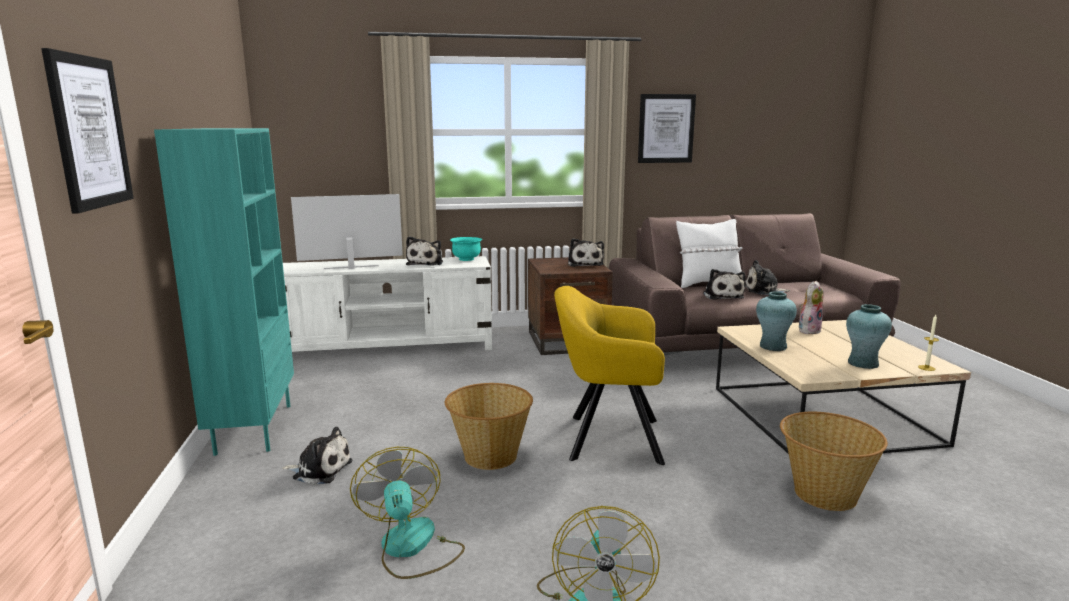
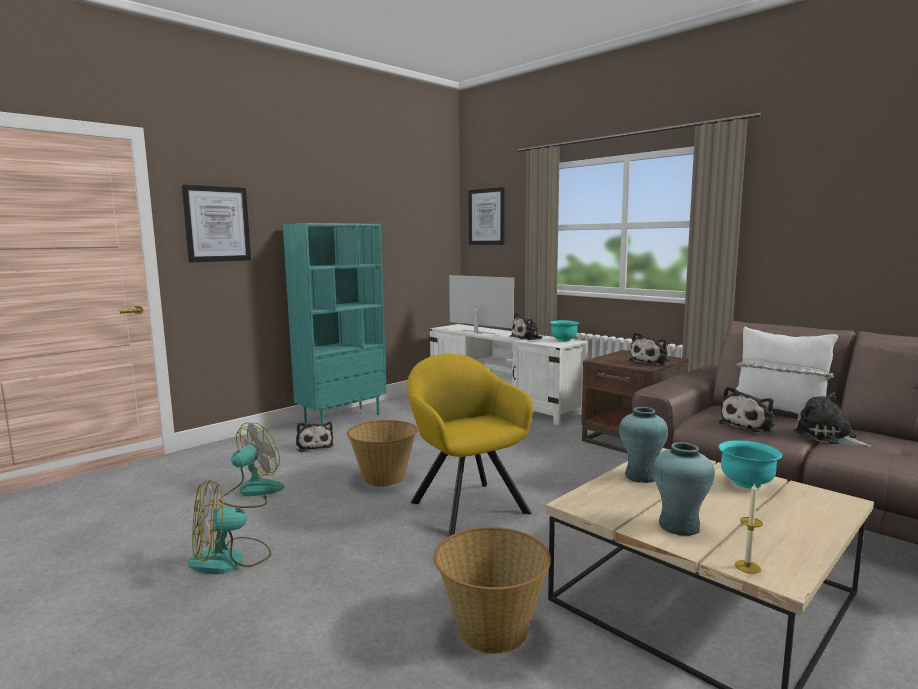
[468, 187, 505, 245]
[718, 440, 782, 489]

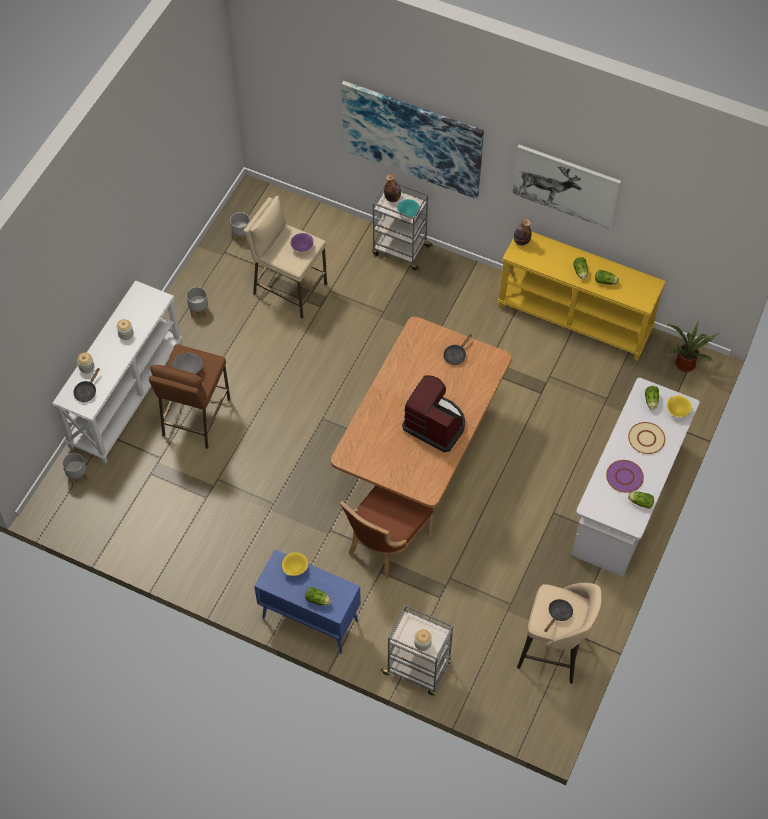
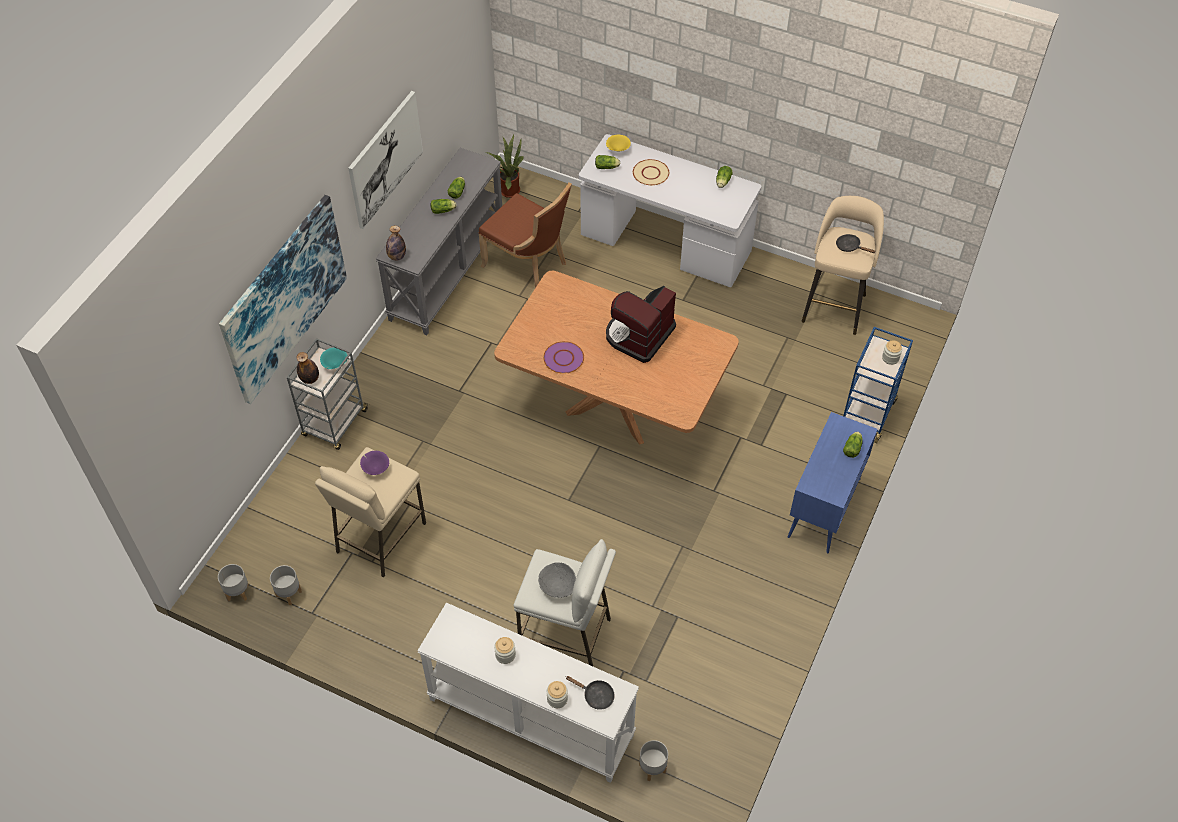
[513, 539, 616, 666]
[218, 564, 249, 601]
[282, 552, 308, 576] (first image)
[479, 182, 572, 288]
[843, 327, 913, 443]
[443, 334, 472, 365] (first image)
[376, 148, 502, 335]
[543, 341, 584, 374]

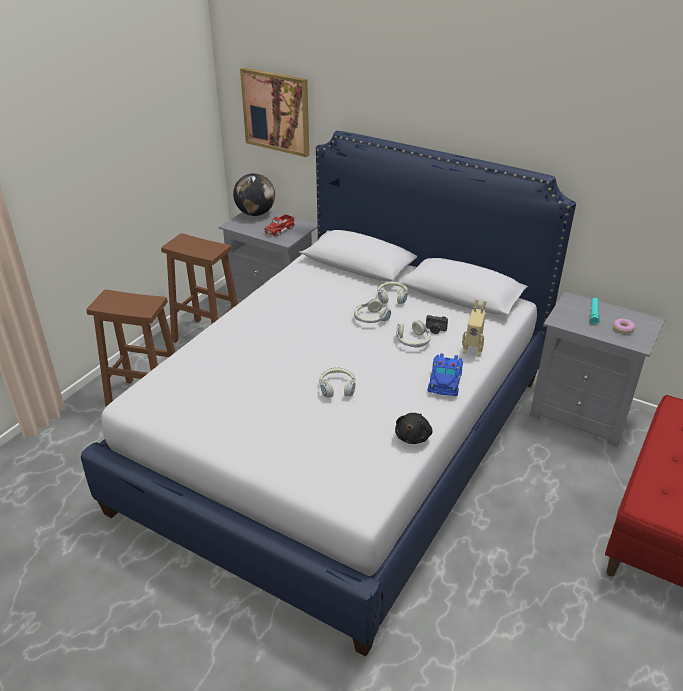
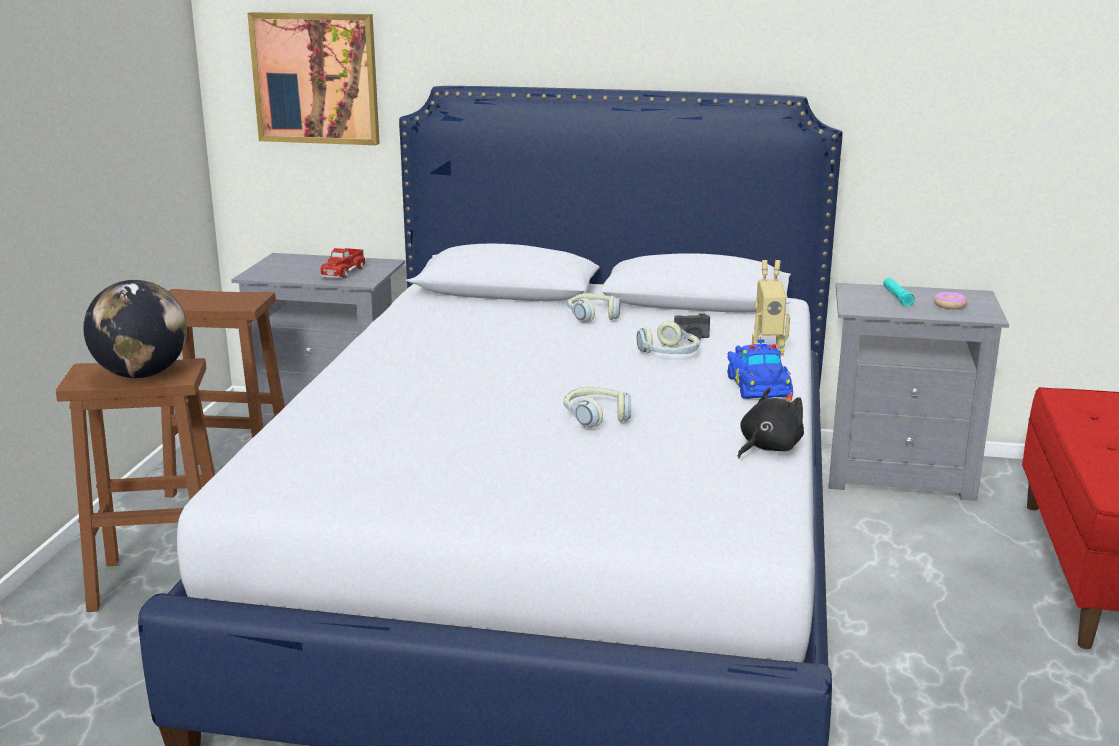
[83, 280, 187, 378]
[354, 299, 391, 323] (first image)
[738, 387, 804, 458]

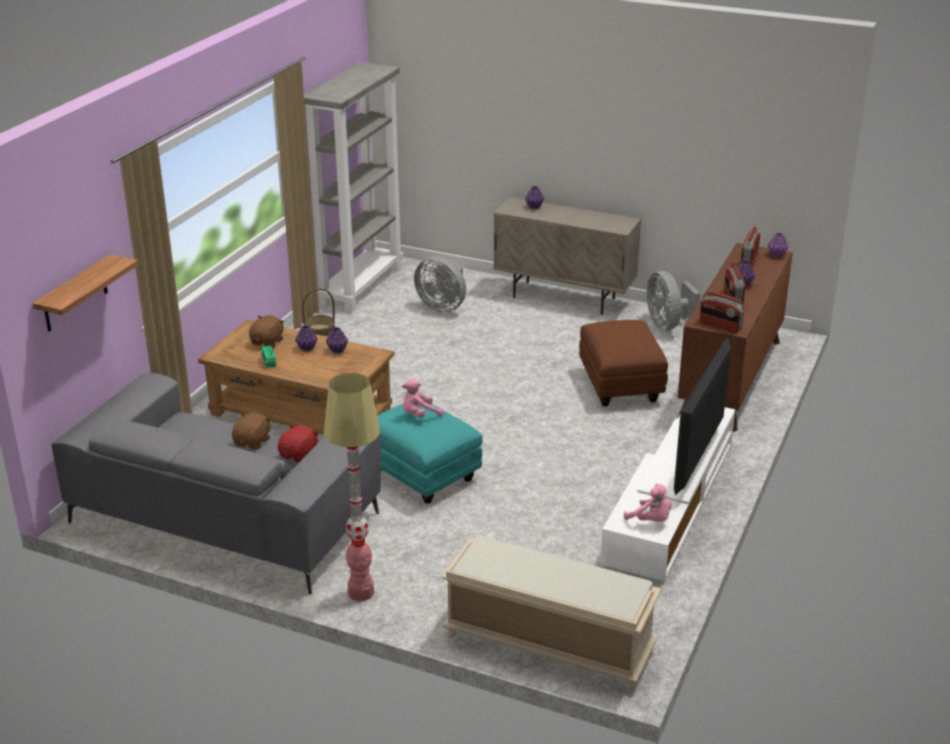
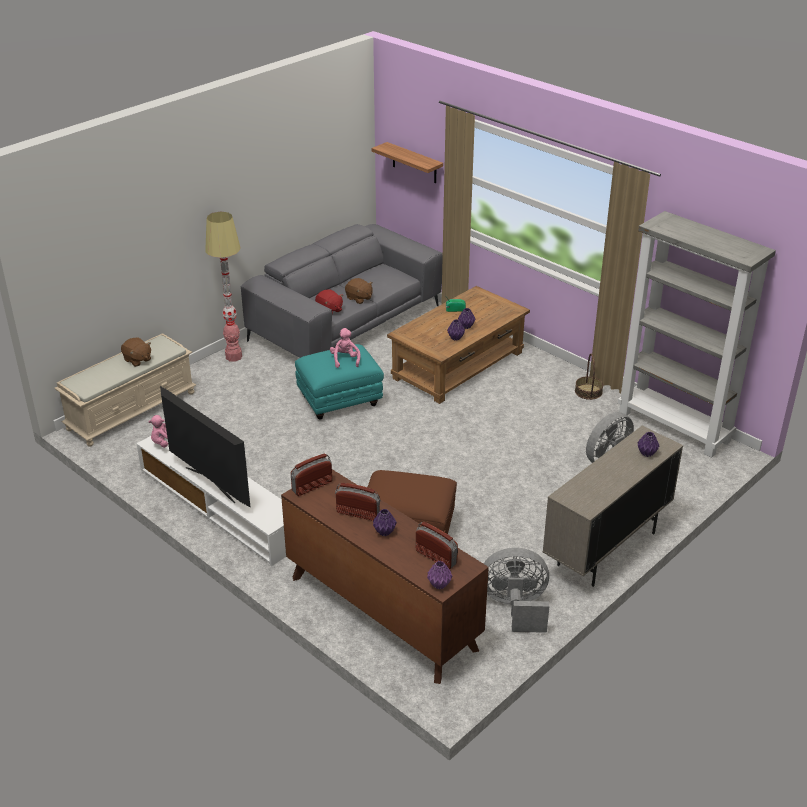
[121, 337, 151, 367]

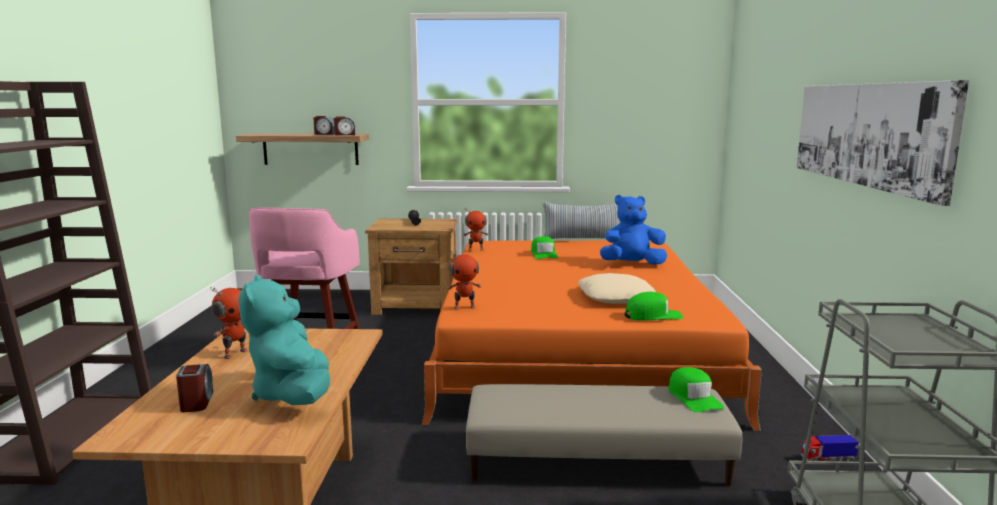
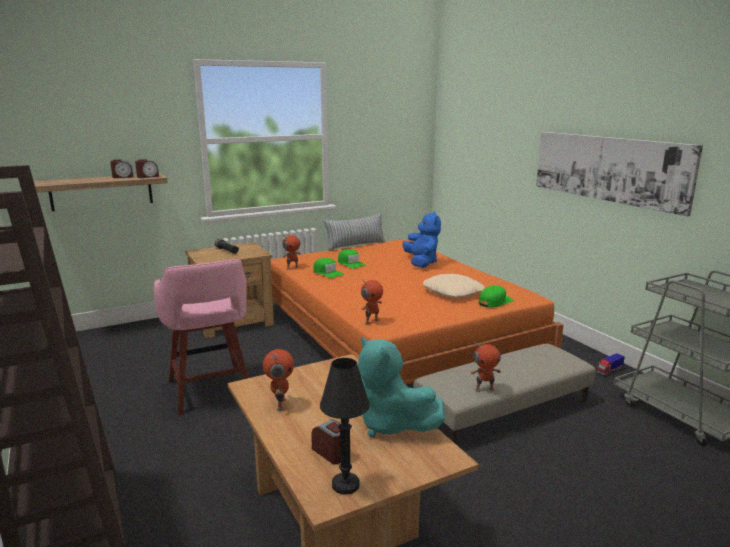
[403, 211, 441, 268]
[313, 258, 344, 278]
[320, 358, 370, 495]
[471, 342, 501, 392]

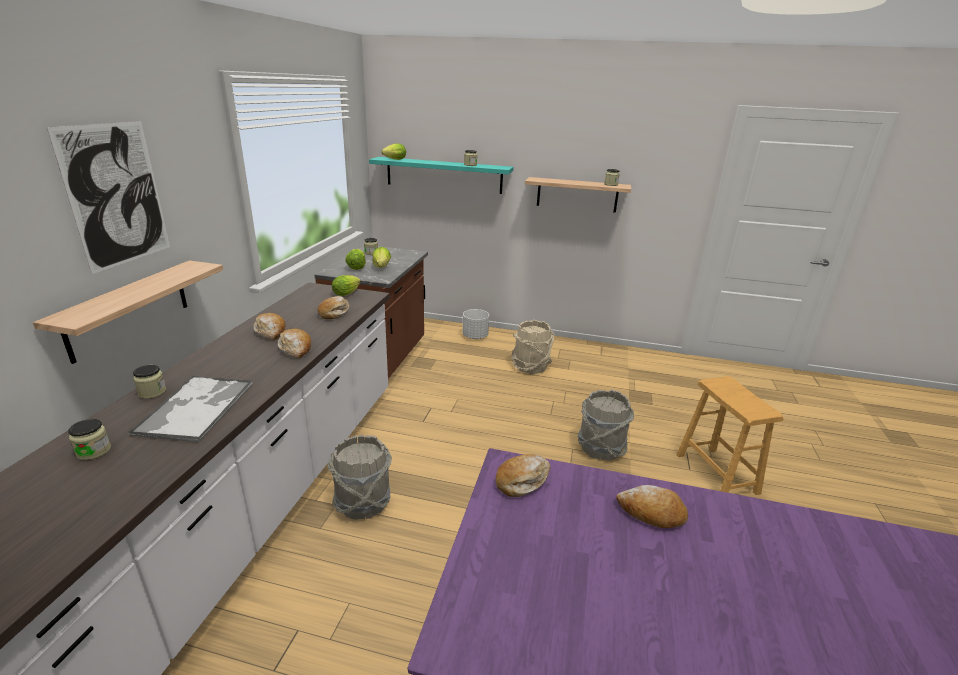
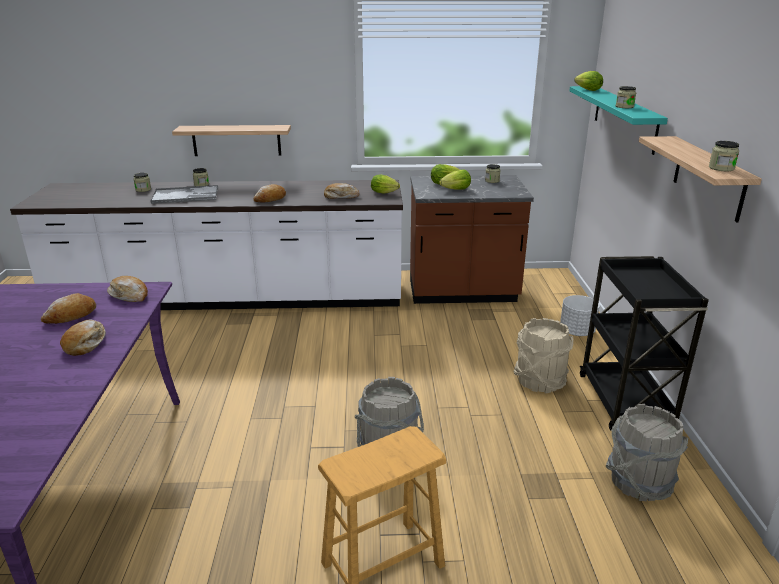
[47, 121, 170, 274] (first image)
[41, 293, 96, 324]
[606, 404, 688, 501]
[580, 256, 709, 430]

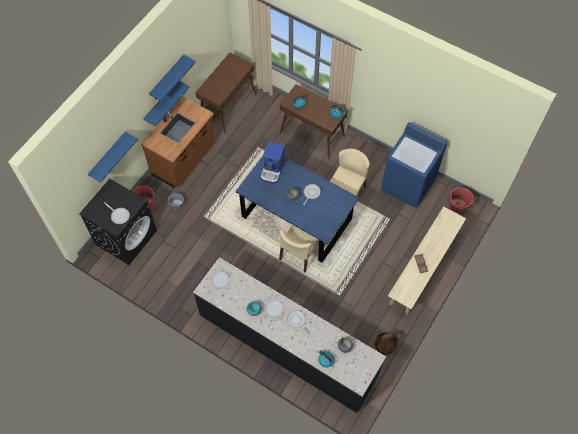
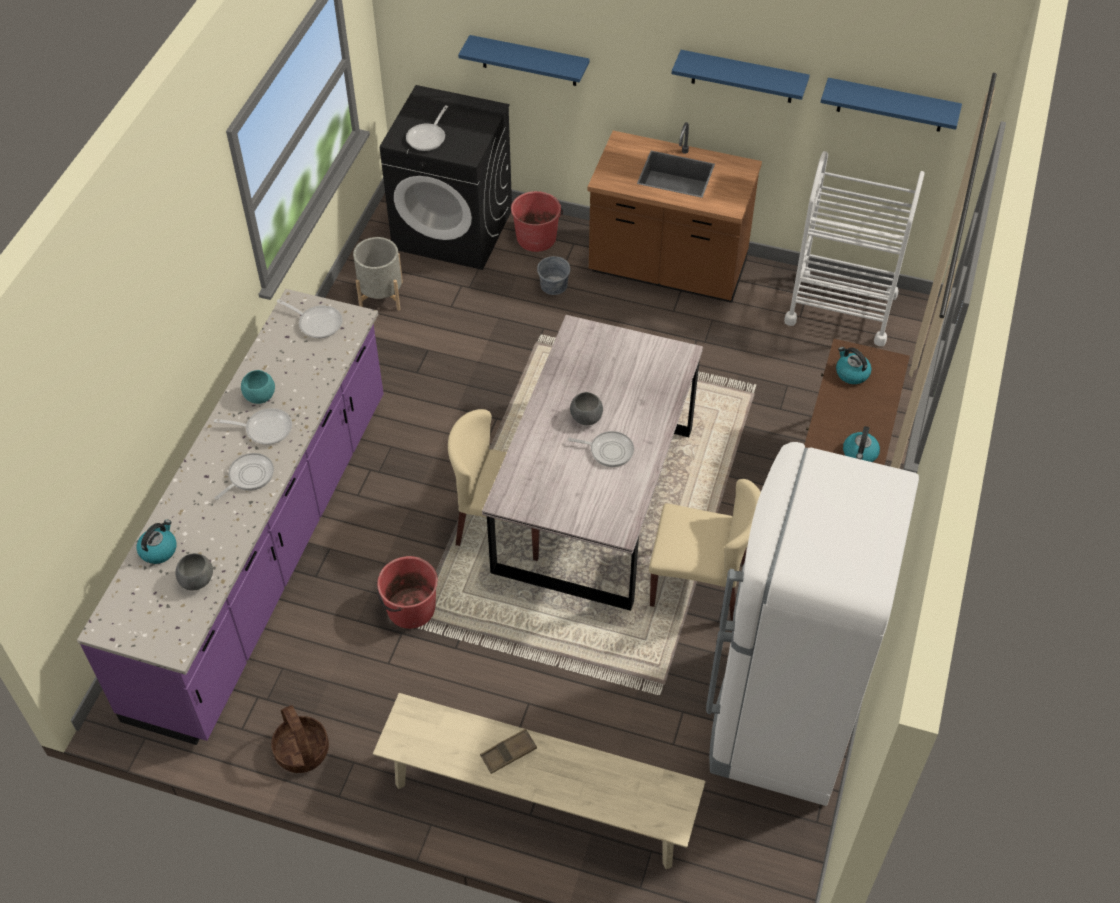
[820, 78, 962, 132]
[77, 289, 384, 745]
[784, 151, 925, 346]
[482, 315, 703, 611]
[260, 141, 285, 184] (first image)
[706, 442, 919, 806]
[377, 556, 438, 629]
[353, 237, 403, 310]

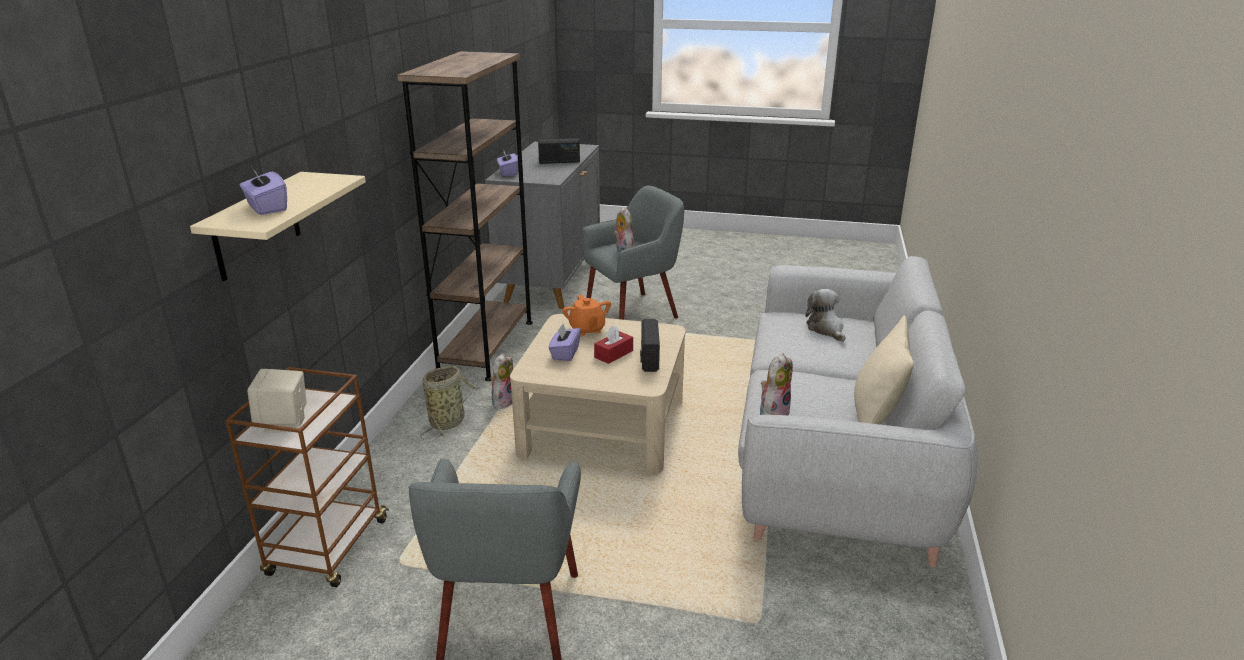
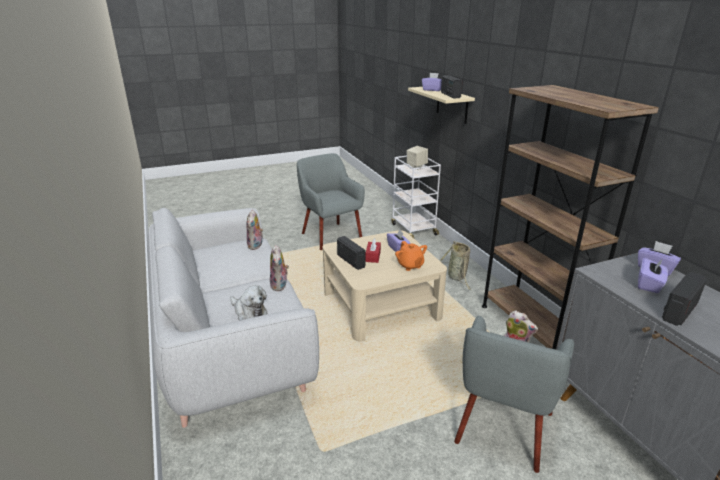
[391, 156, 441, 238]
[270, 245, 289, 291]
[395, 241, 427, 271]
[854, 315, 914, 424] (first image)
[441, 75, 463, 98]
[638, 258, 668, 293]

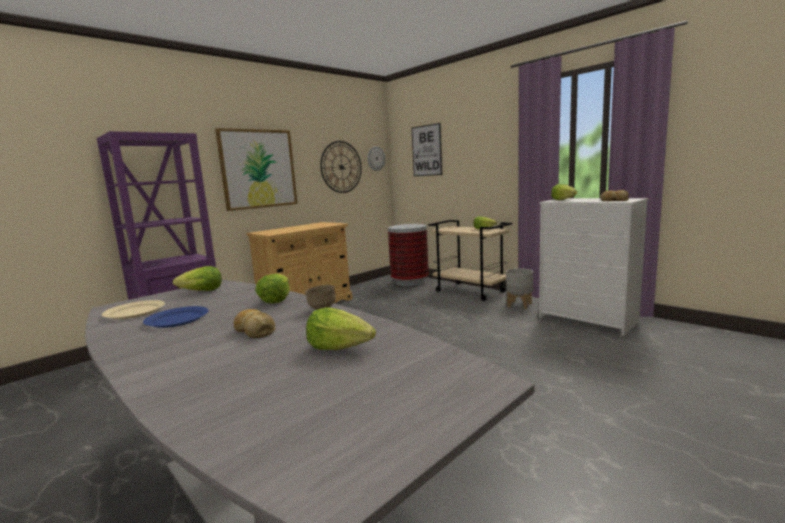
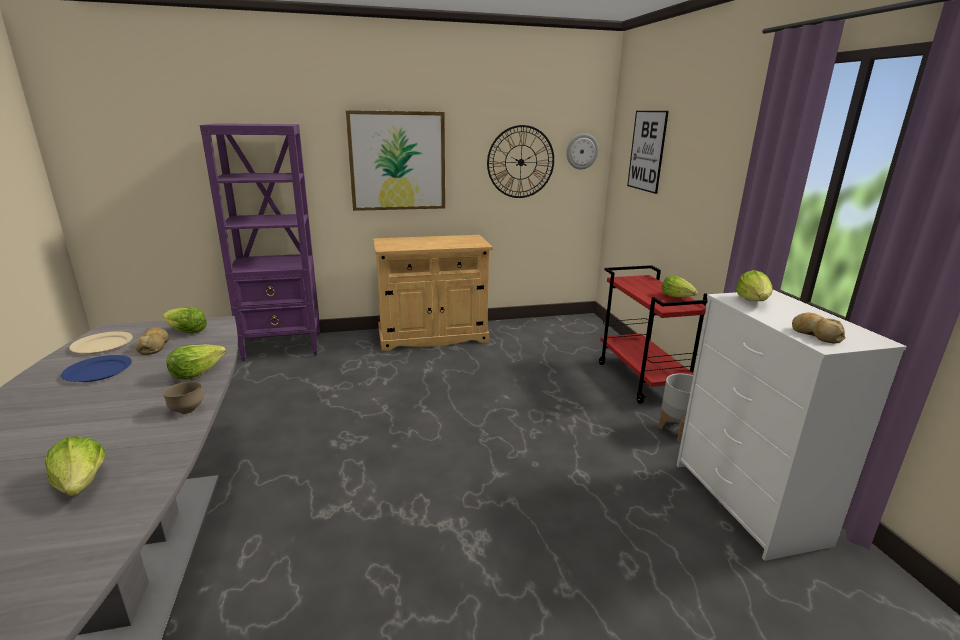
[135, 328, 169, 355]
[388, 224, 429, 286] (first image)
[599, 265, 708, 404]

